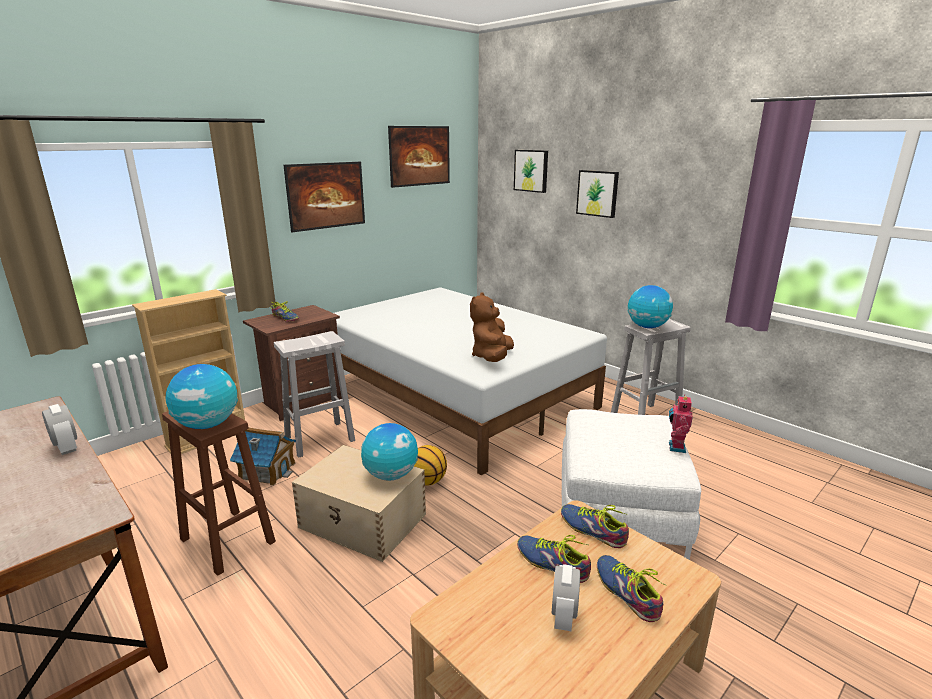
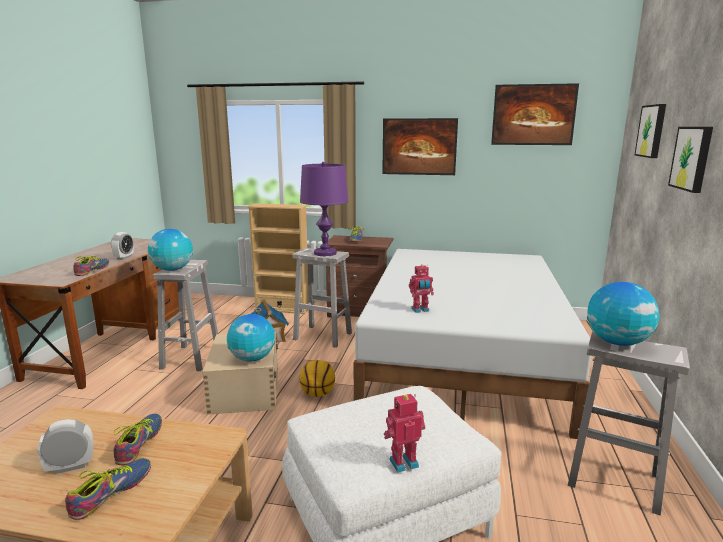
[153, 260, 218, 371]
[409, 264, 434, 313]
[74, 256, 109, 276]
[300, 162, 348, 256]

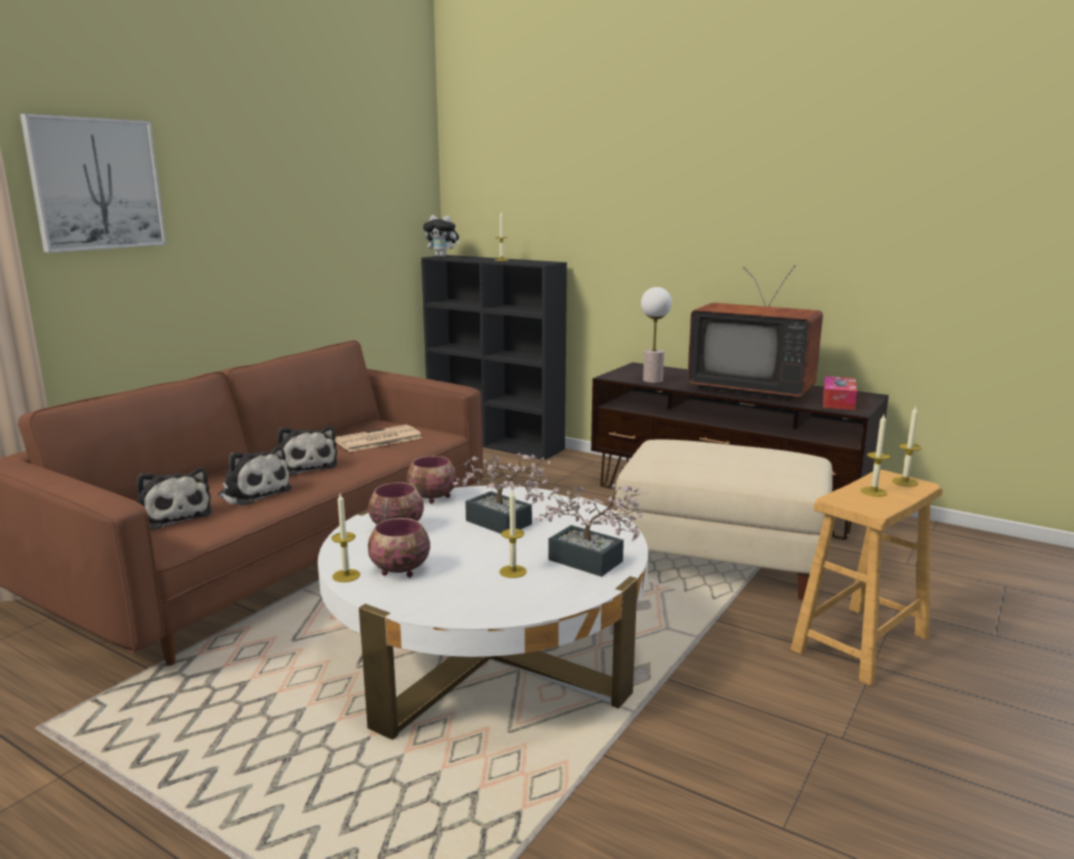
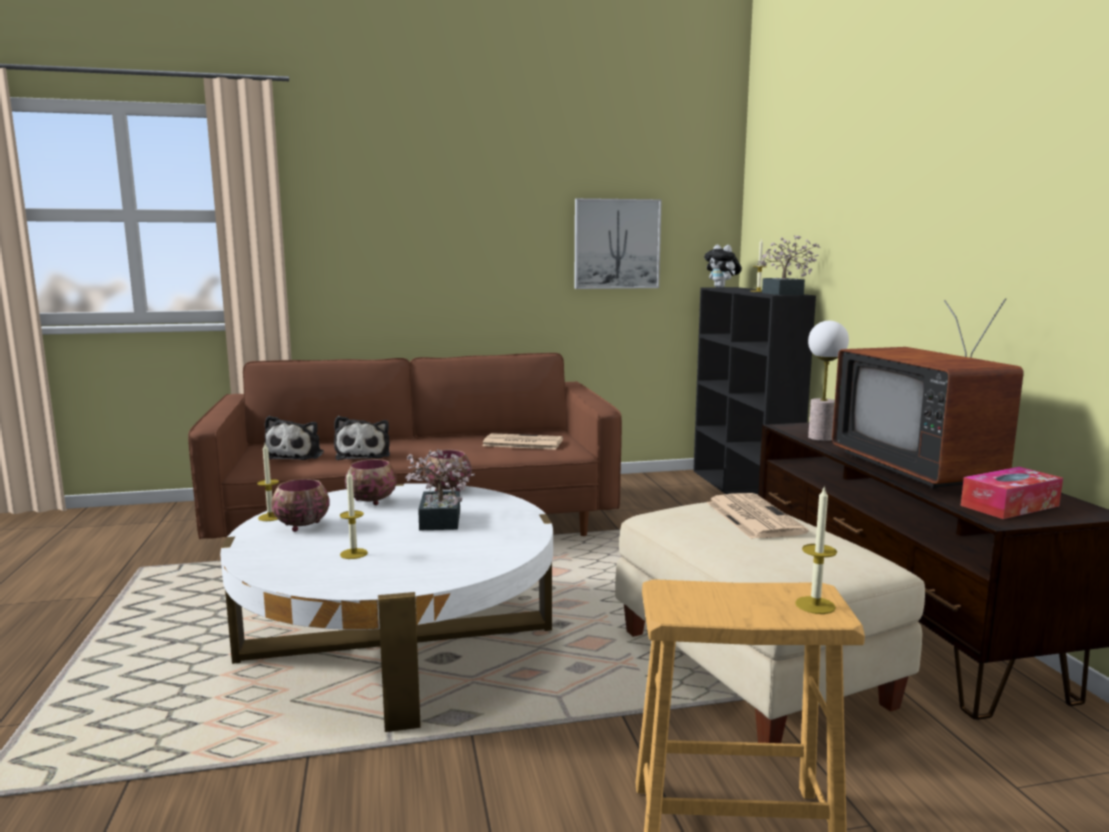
[574, 198, 662, 289]
[277, 426, 338, 476] (first image)
[756, 235, 820, 295]
[861, 414, 890, 497] (first image)
[706, 493, 809, 539]

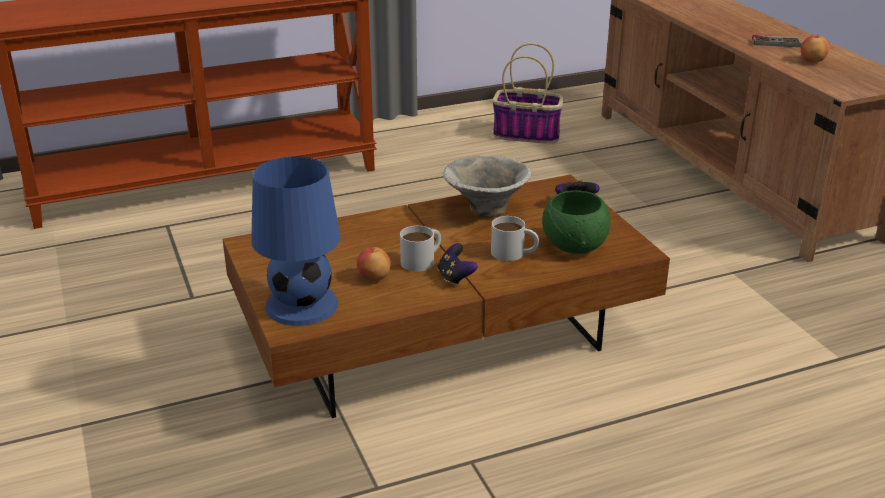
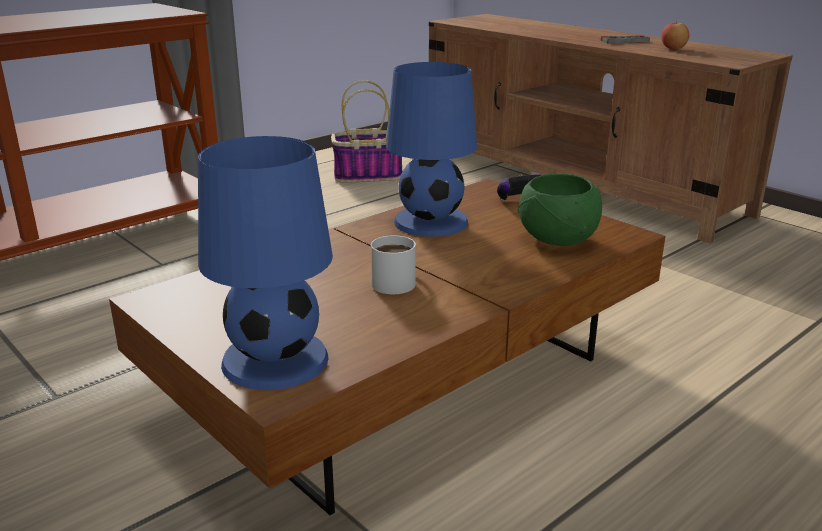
[357, 247, 391, 281] (first image)
[437, 243, 478, 286] (first image)
[386, 62, 477, 237]
[491, 216, 539, 261] (first image)

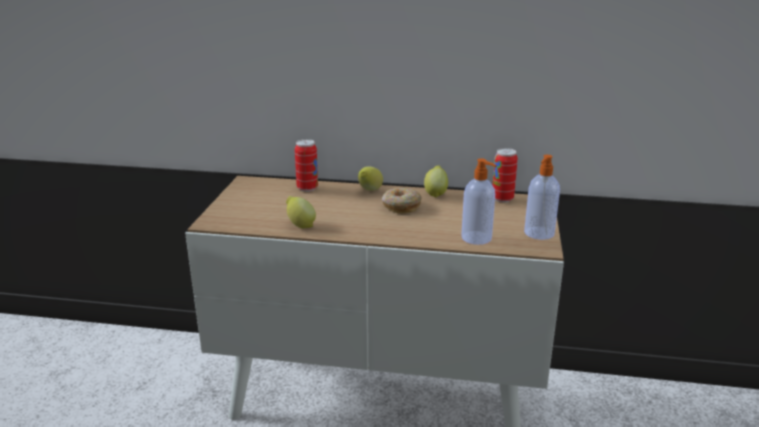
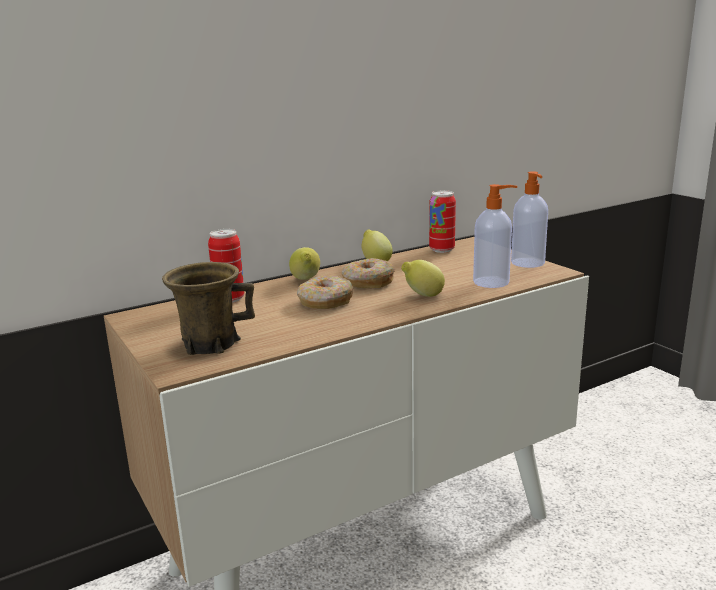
[401, 260, 445, 297]
[162, 262, 255, 355]
[297, 276, 353, 309]

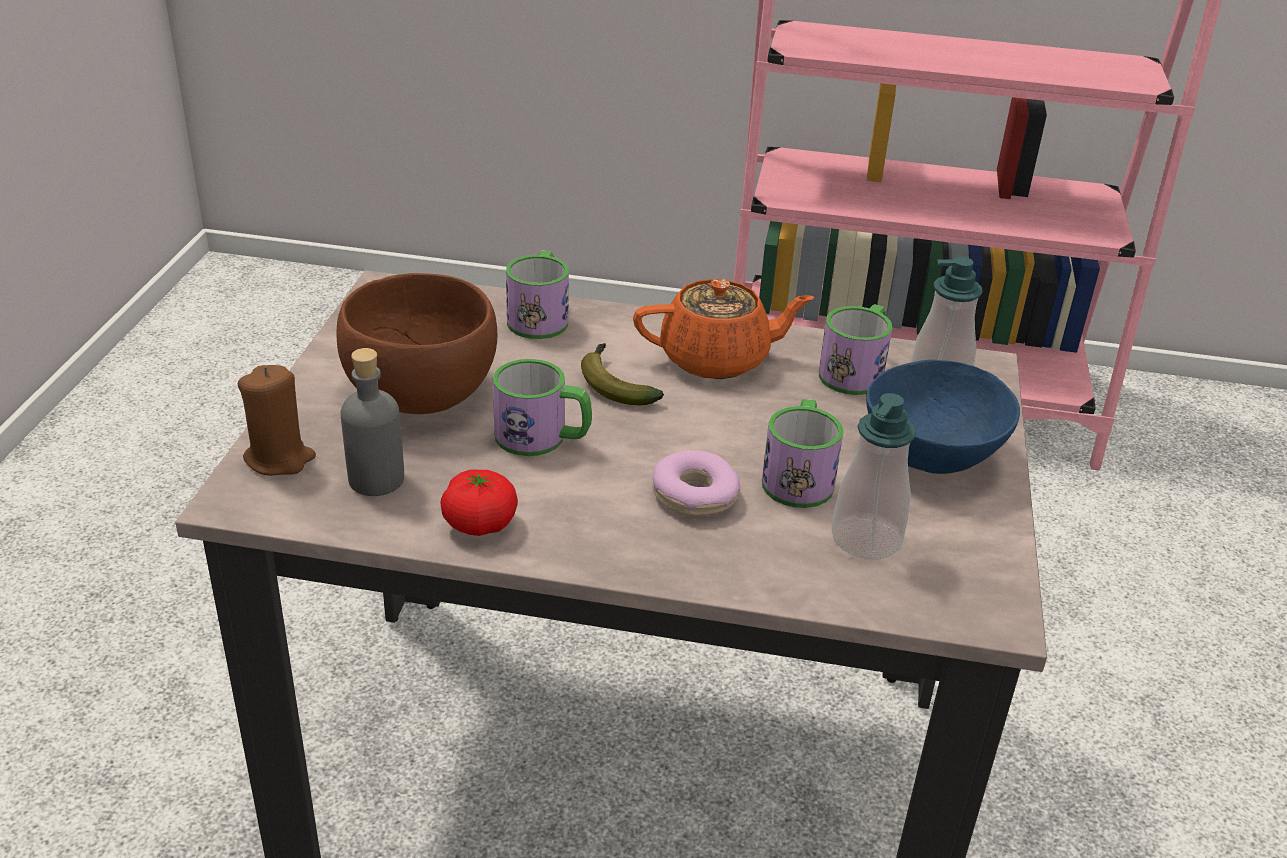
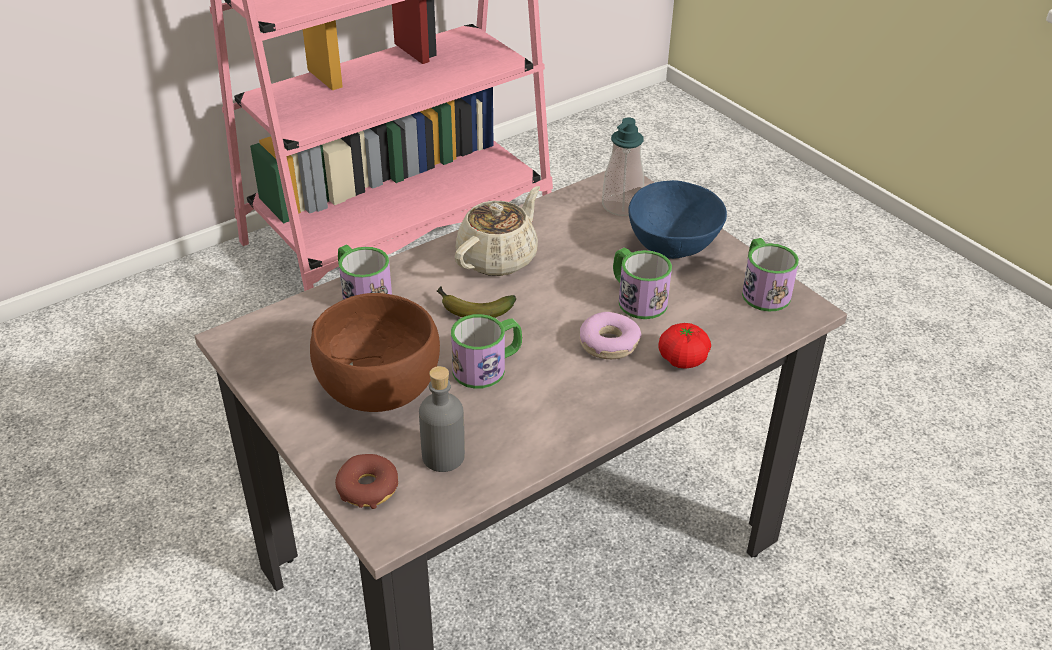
[335, 454, 398, 509]
[658, 323, 711, 369]
[455, 186, 540, 276]
[742, 238, 799, 311]
[831, 393, 916, 559] (first image)

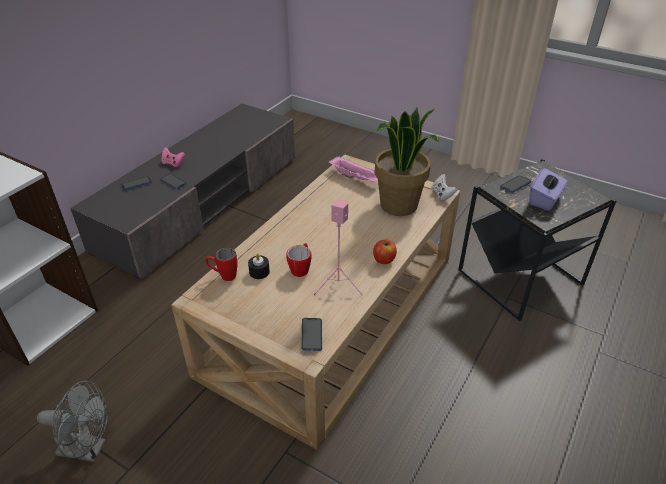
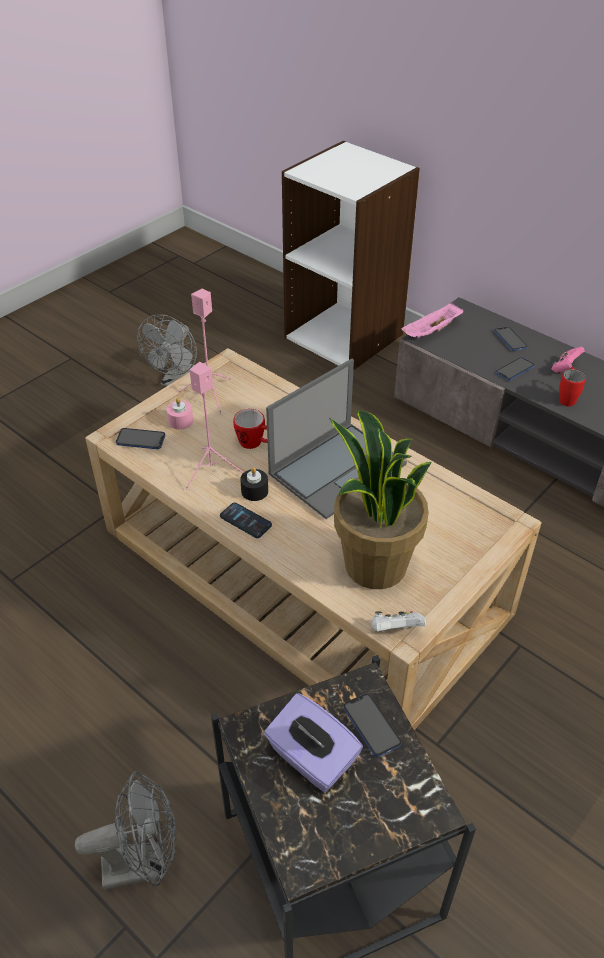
[559, 367, 586, 406]
[240, 467, 268, 501]
[402, 302, 464, 338]
[220, 503, 272, 538]
[75, 771, 176, 890]
[167, 398, 193, 430]
[179, 289, 231, 414]
[266, 358, 407, 519]

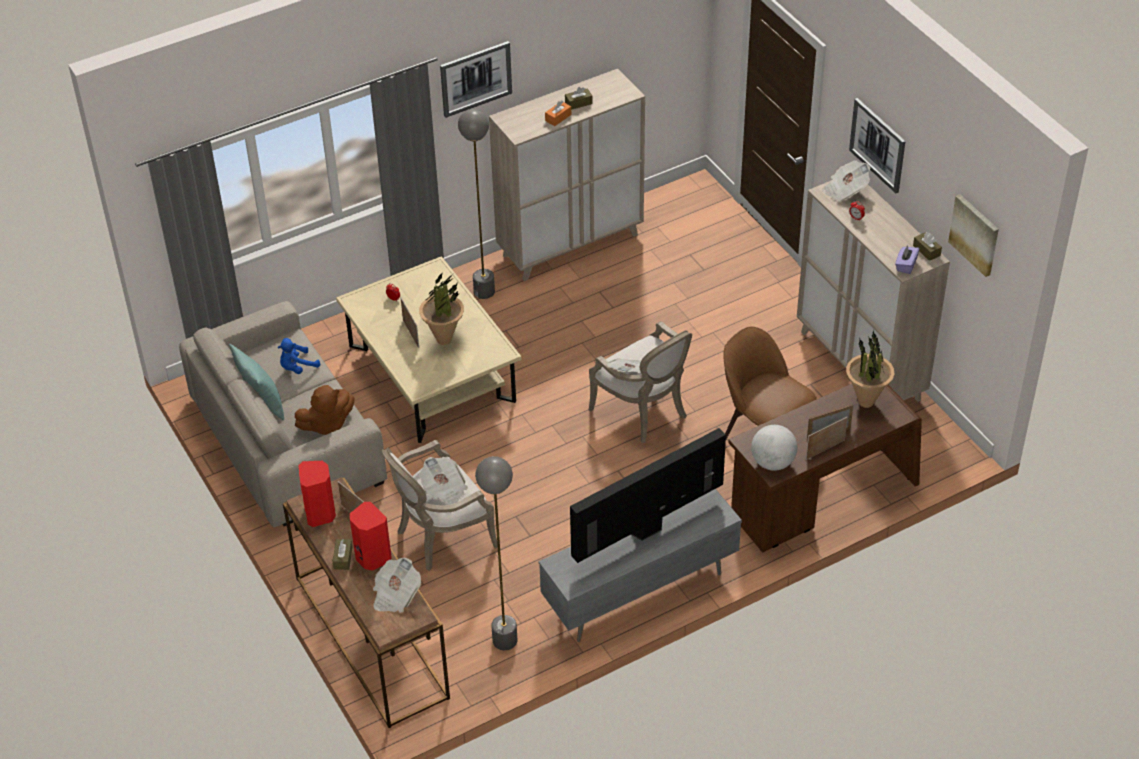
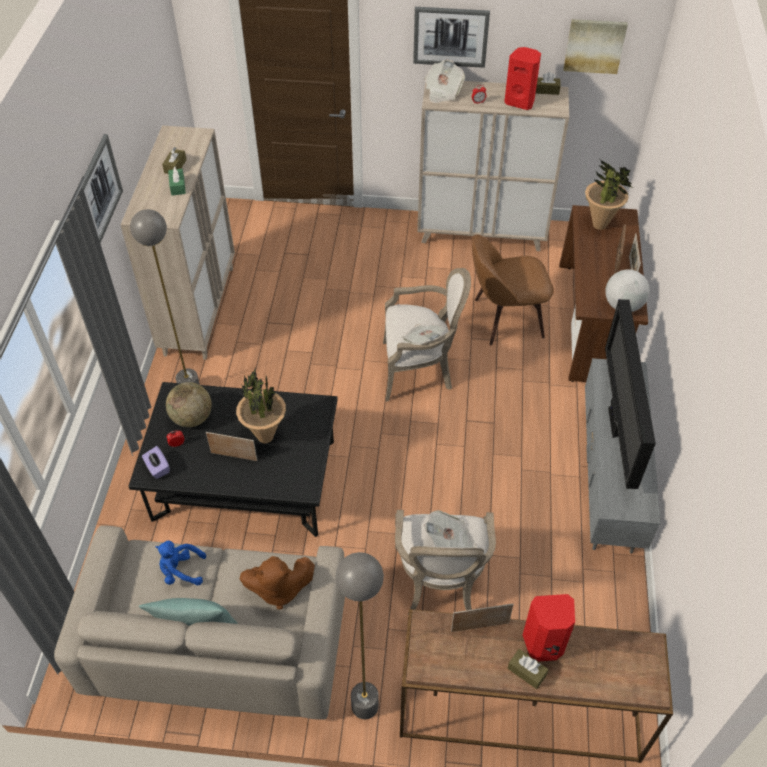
[156, 541, 206, 585]
[240, 556, 315, 610]
[504, 47, 541, 110]
[128, 382, 338, 537]
[373, 558, 421, 613] (first image)
[336, 552, 384, 719]
[168, 167, 186, 196]
[142, 446, 170, 479]
[166, 382, 212, 427]

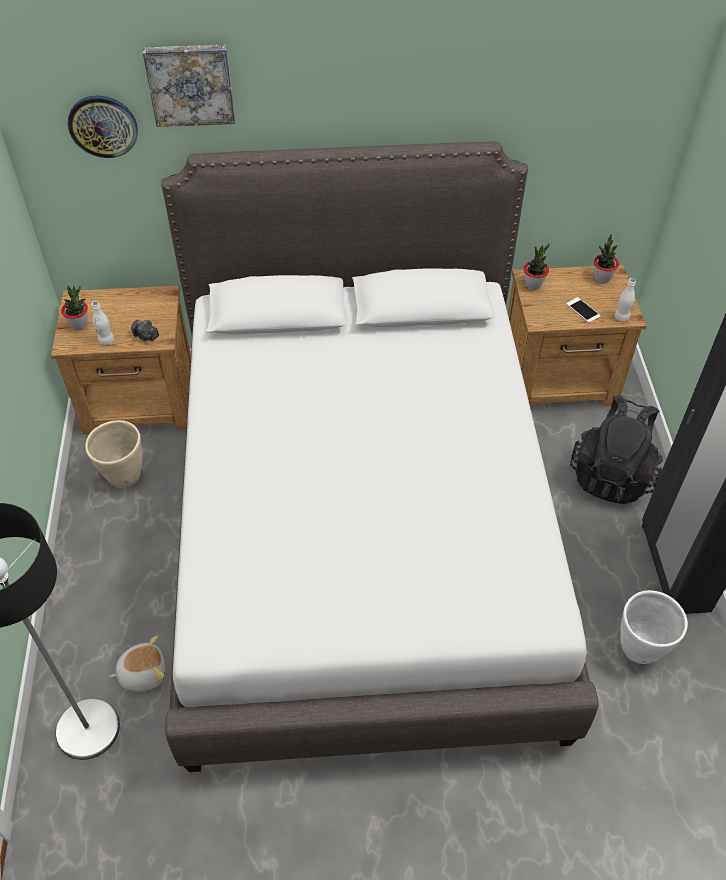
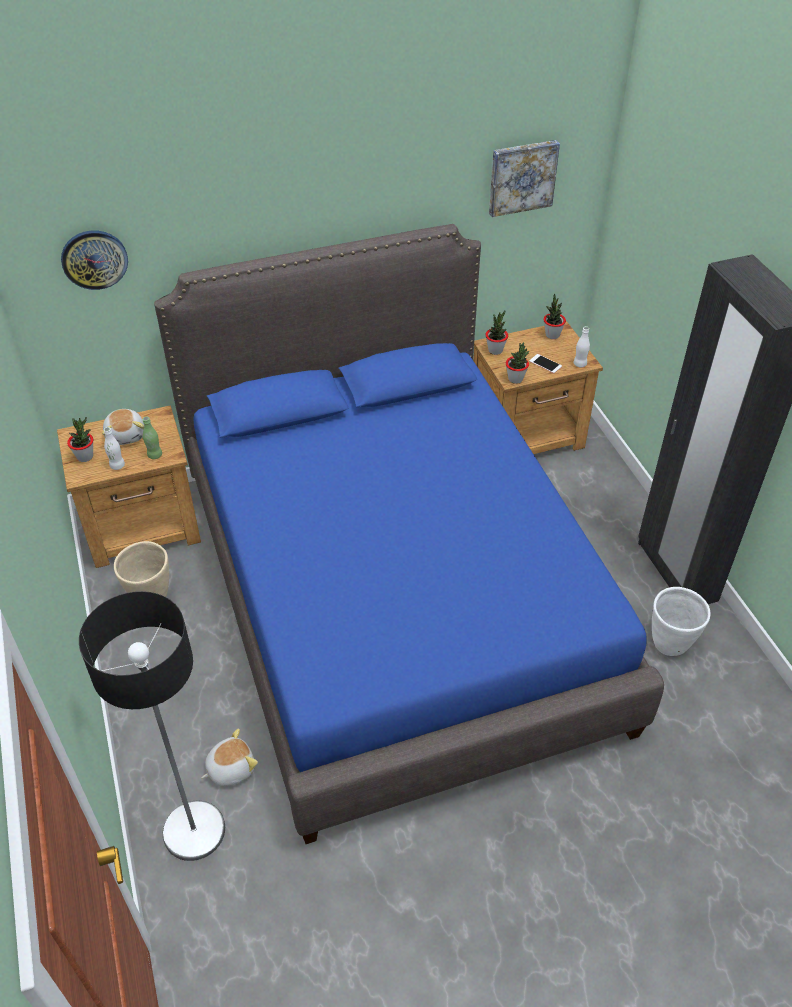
[143, 416, 162, 459]
[489, 140, 560, 217]
[154, 224, 664, 844]
[570, 395, 663, 504] (first image)
[102, 409, 144, 445]
[506, 342, 530, 384]

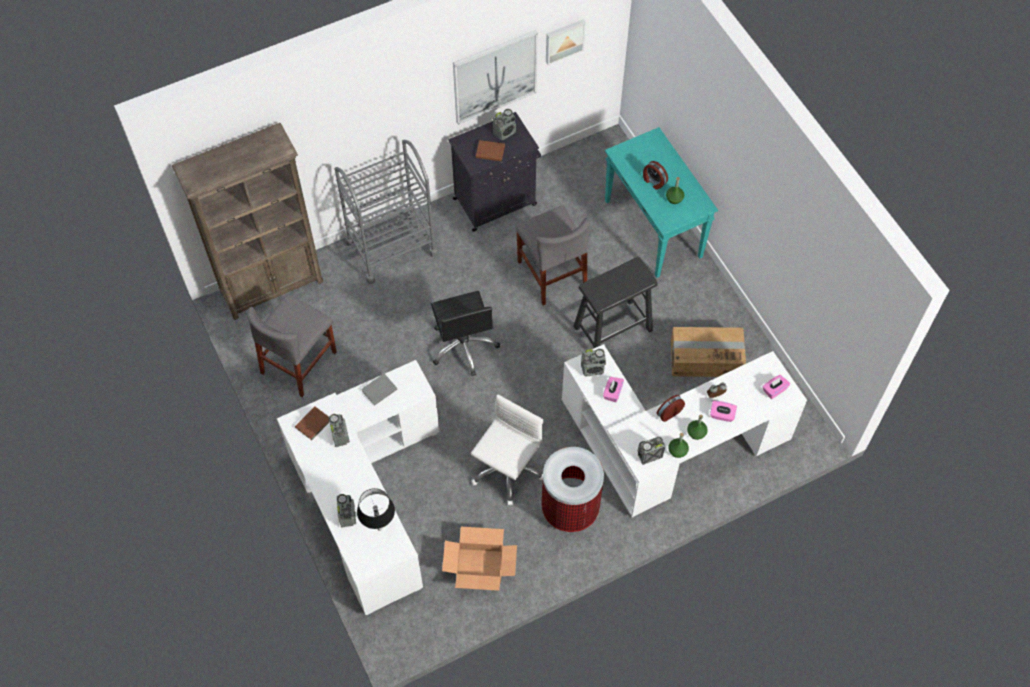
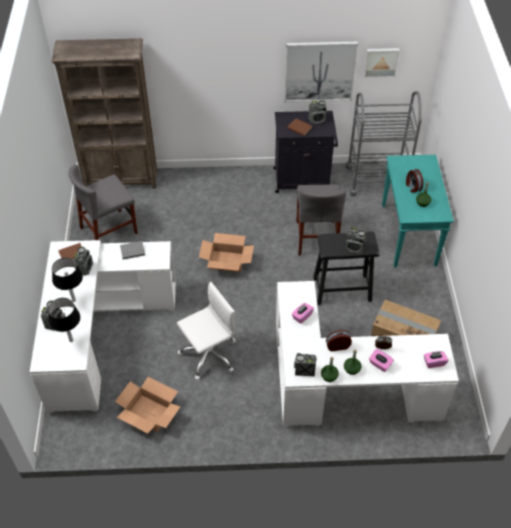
[346, 91, 422, 197]
[199, 233, 254, 272]
[542, 447, 604, 532] (first image)
[345, 227, 366, 254]
[52, 258, 83, 302]

